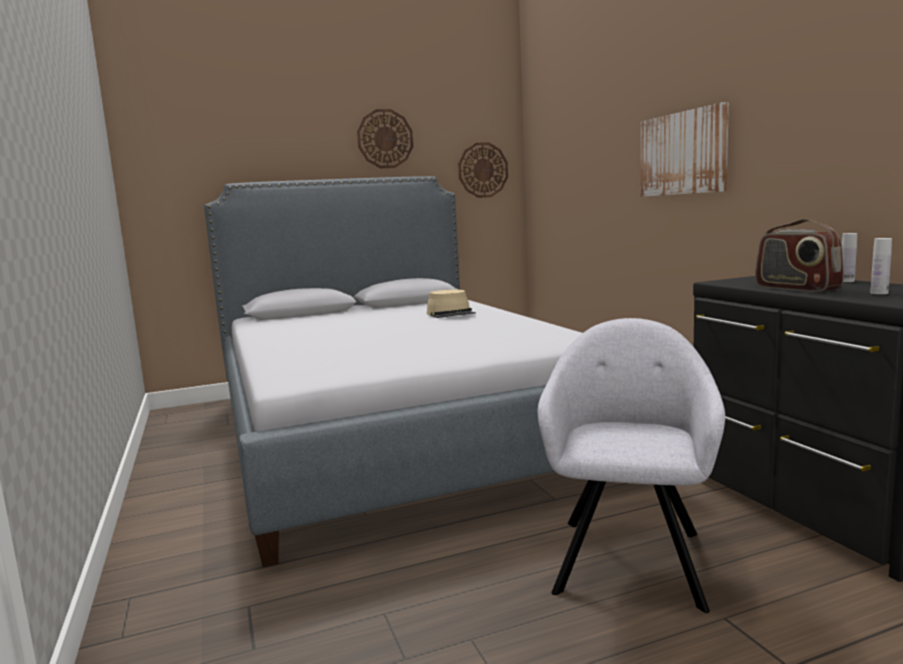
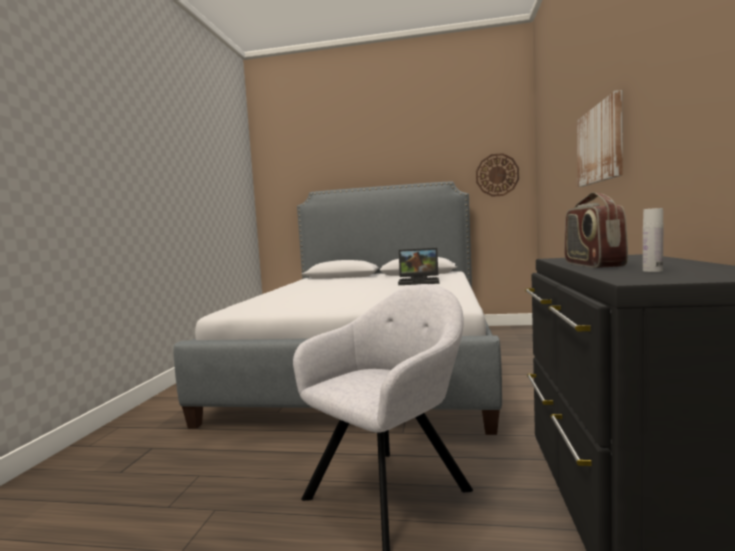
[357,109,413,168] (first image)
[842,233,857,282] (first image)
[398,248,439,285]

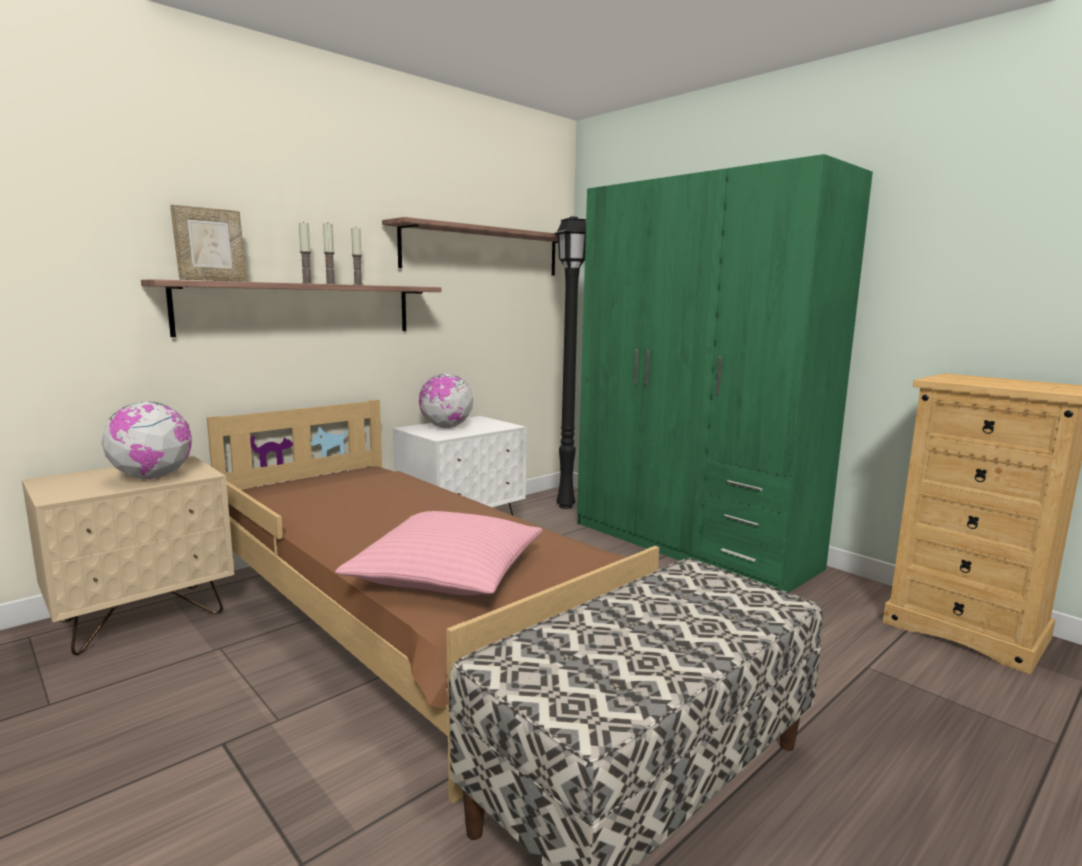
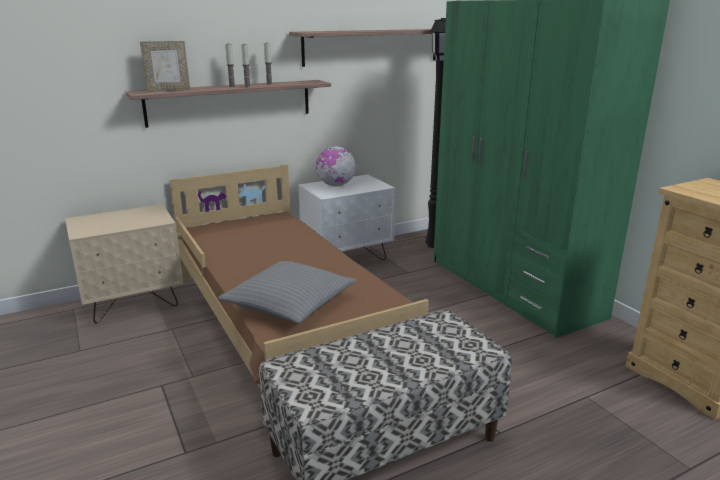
[102,402,192,479] (first image)
[218,261,356,323]

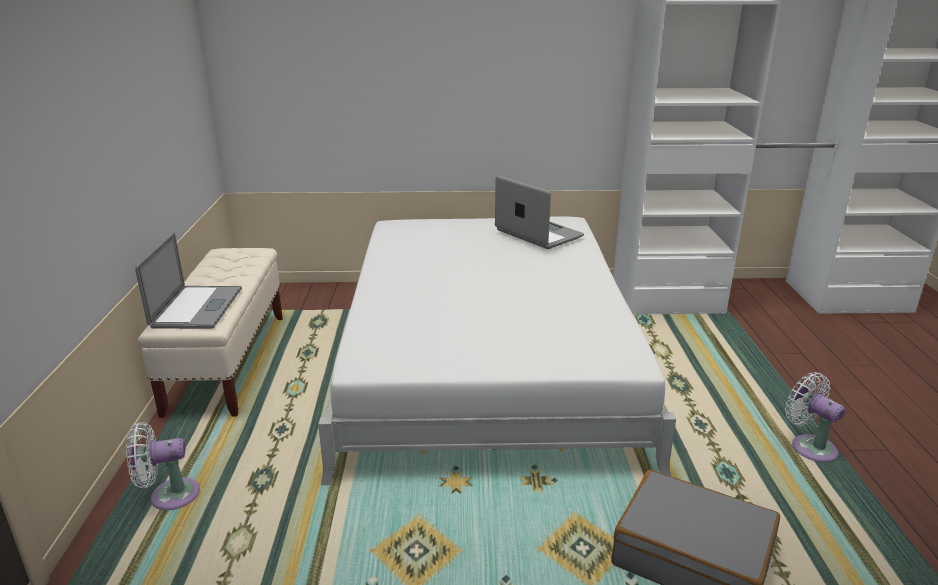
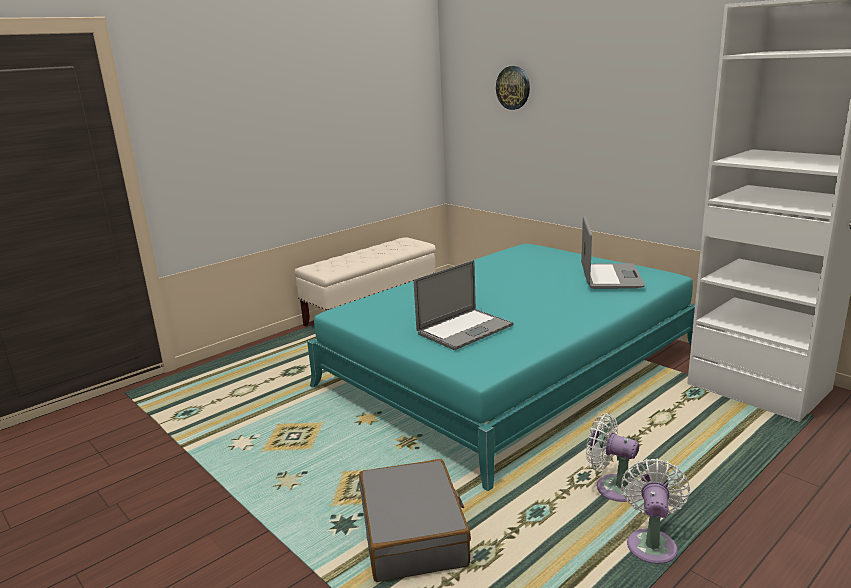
[496,66,530,110]
[586,413,639,502]
[414,260,514,350]
[307,244,695,491]

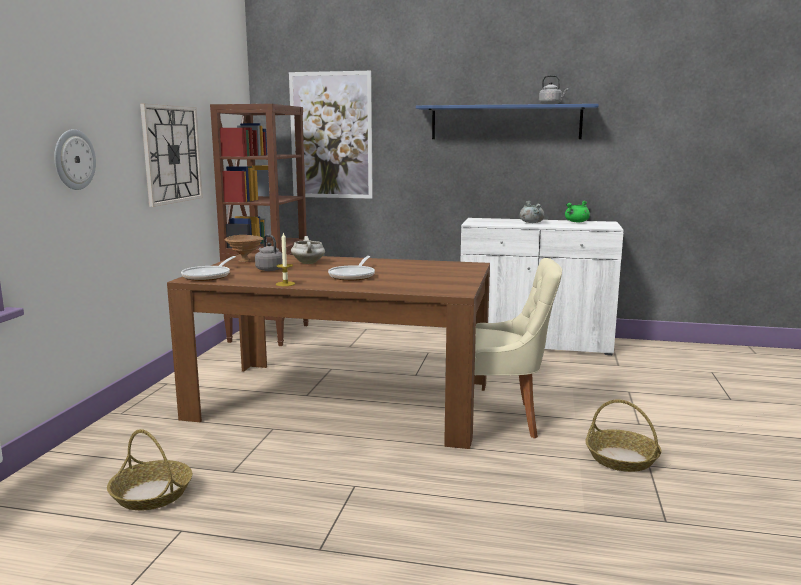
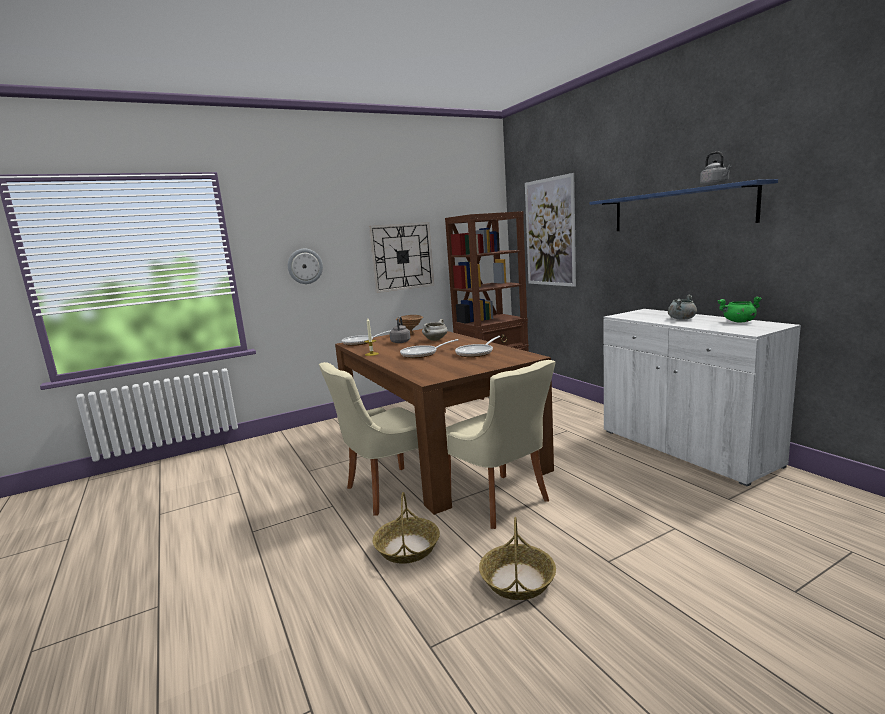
[319,362,418,516]
[455,336,501,357]
[373,492,440,564]

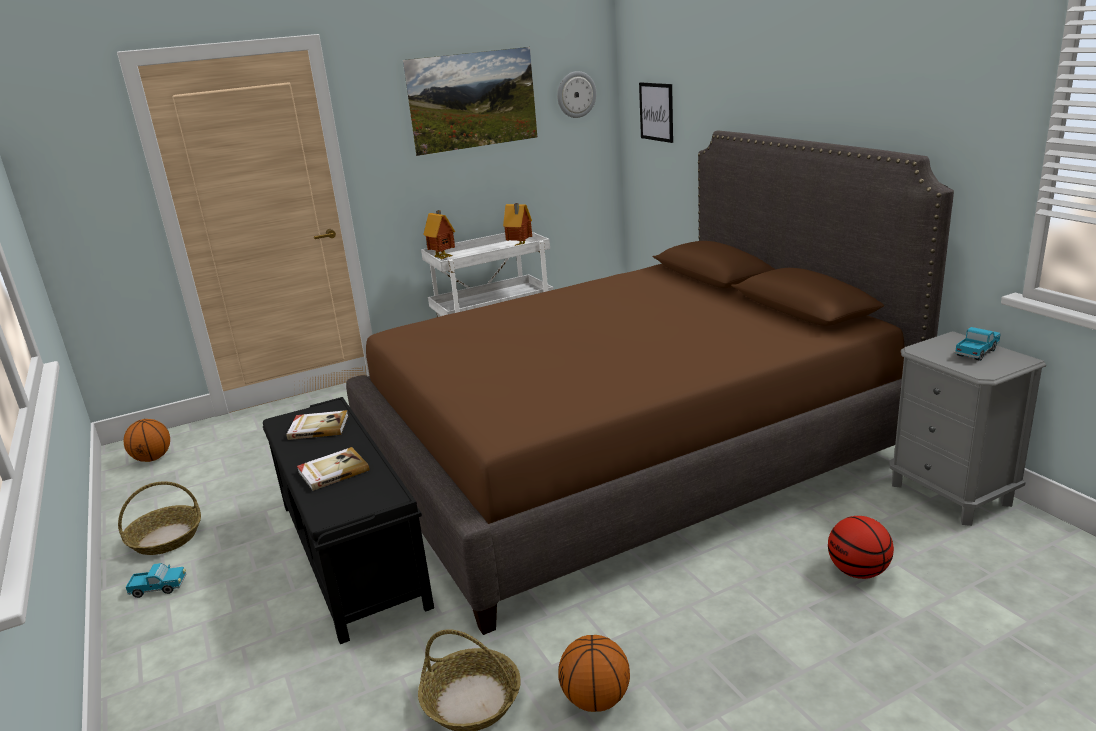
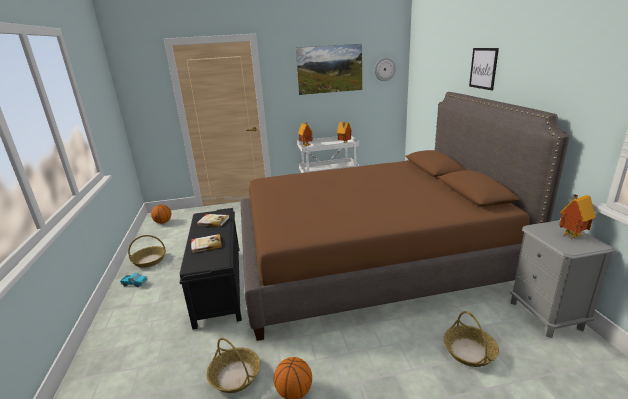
[469,48,499,90]
[443,311,499,367]
[559,194,596,240]

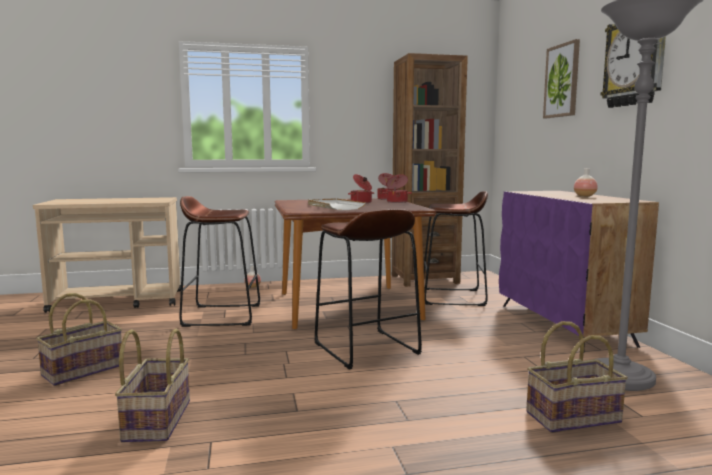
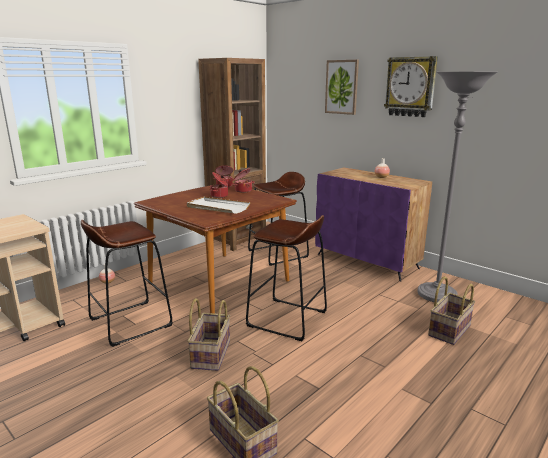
[187,298,230,371]

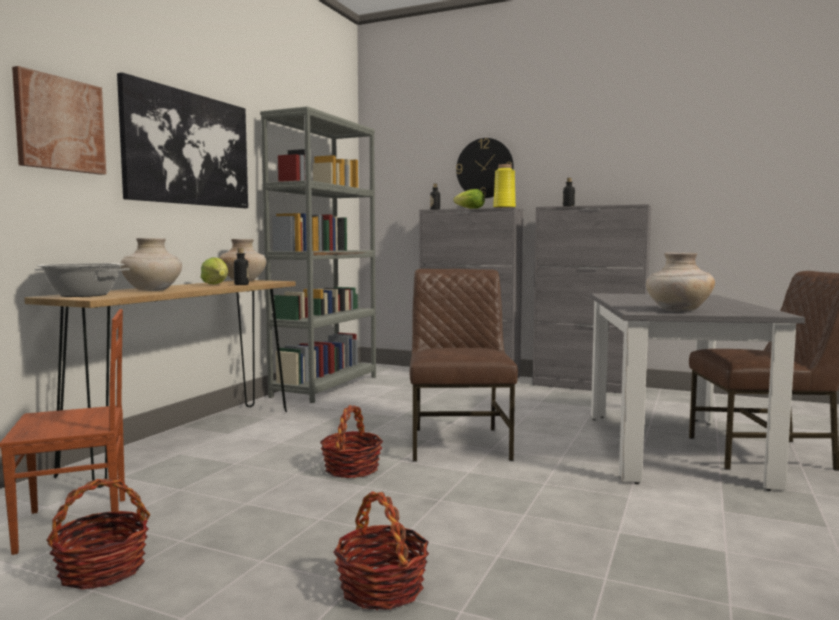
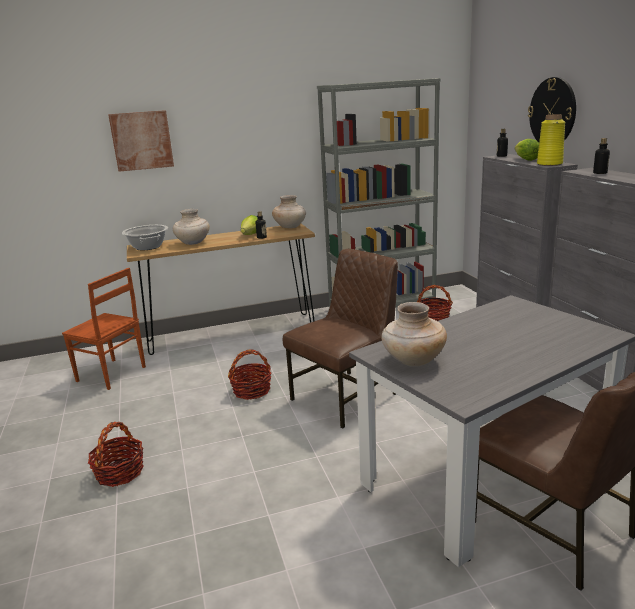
[117,72,248,208] (first image)
[417,285,453,321]

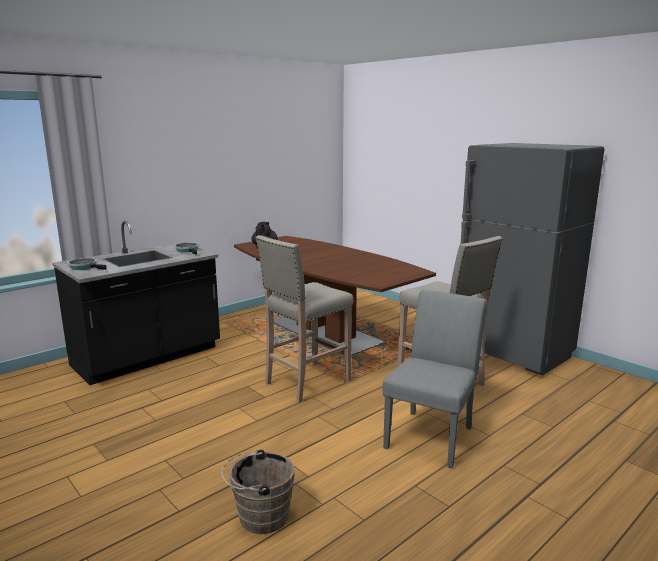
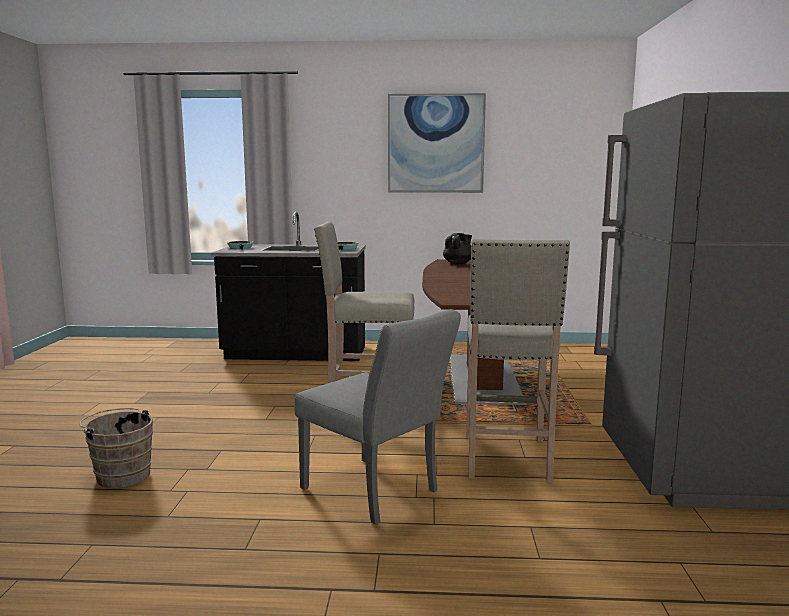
[388,93,486,193]
[294,309,461,524]

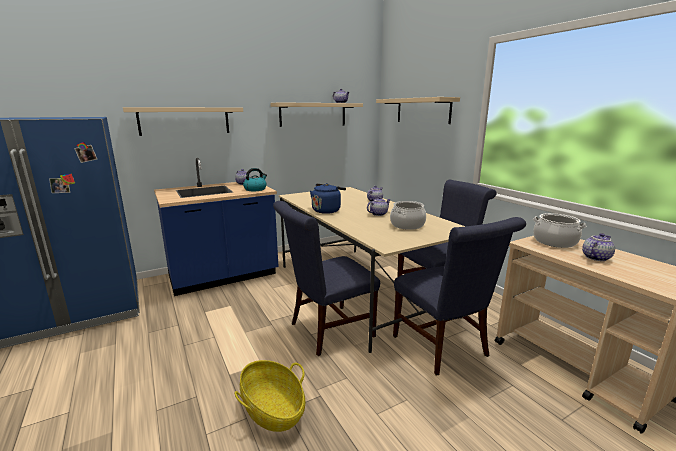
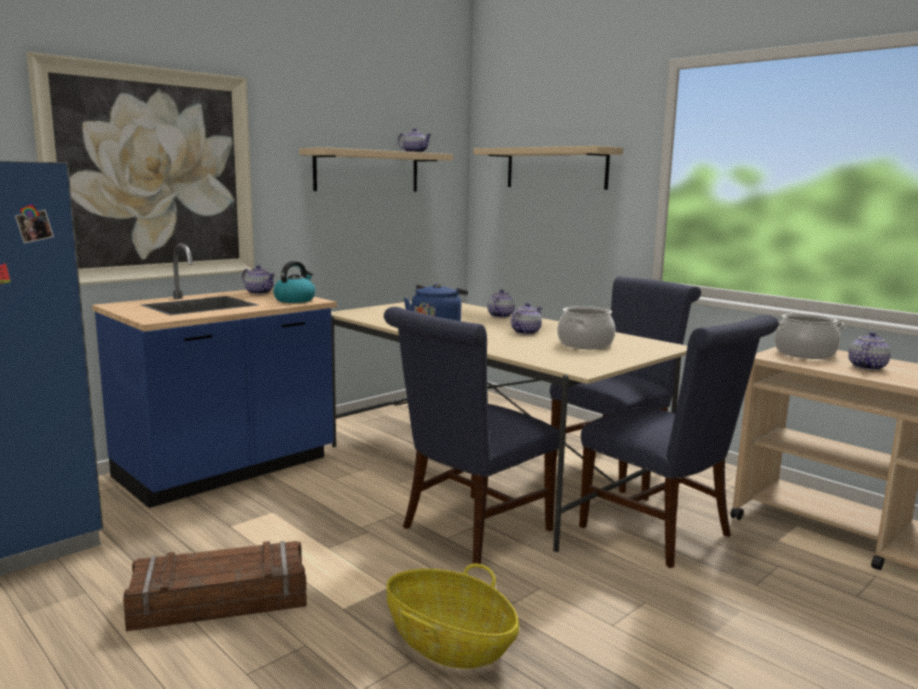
[123,541,307,631]
[26,52,255,285]

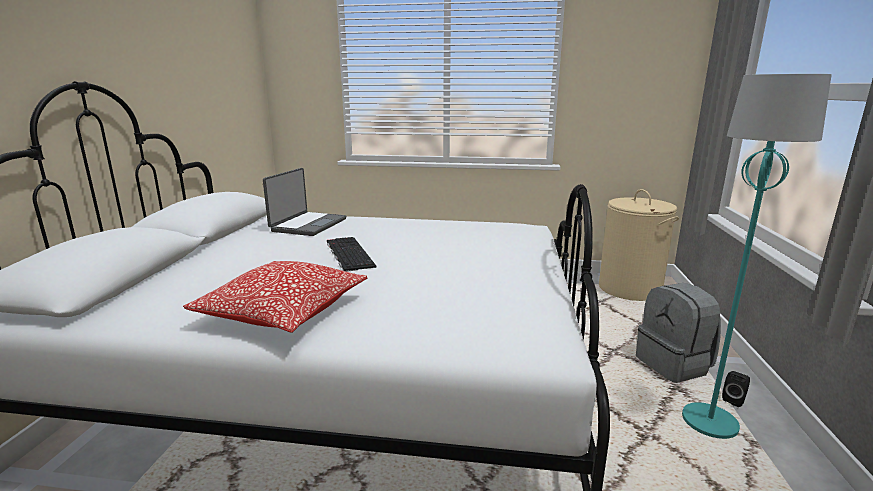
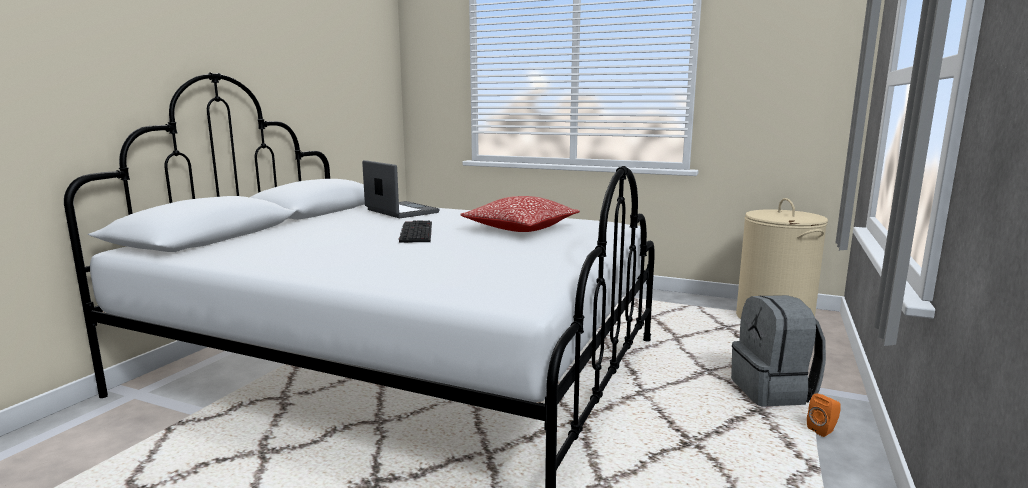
[682,74,832,439] (first image)
[460,196,580,232]
[807,394,841,437]
[362,160,439,218]

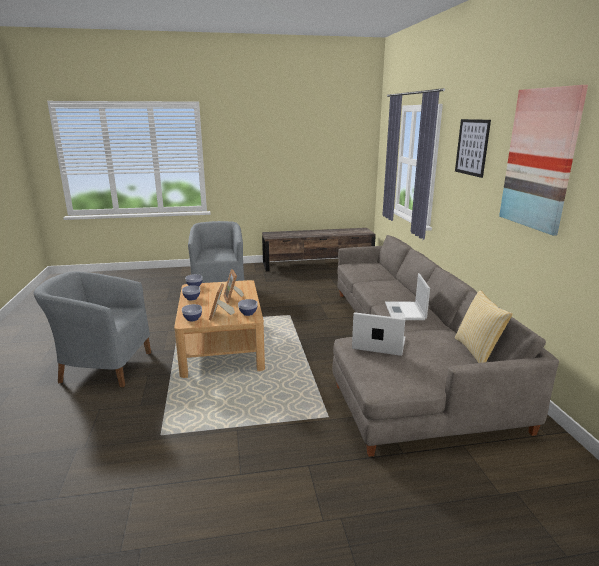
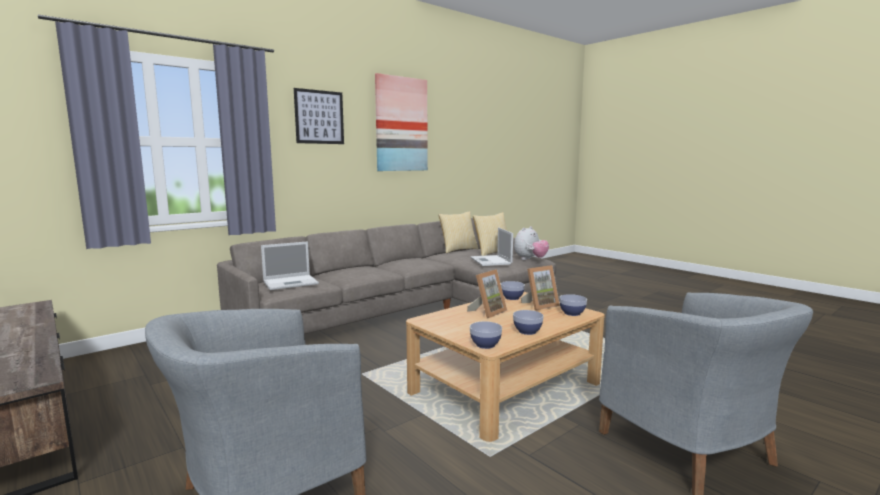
[473,212,507,256]
[514,226,549,260]
[261,241,319,290]

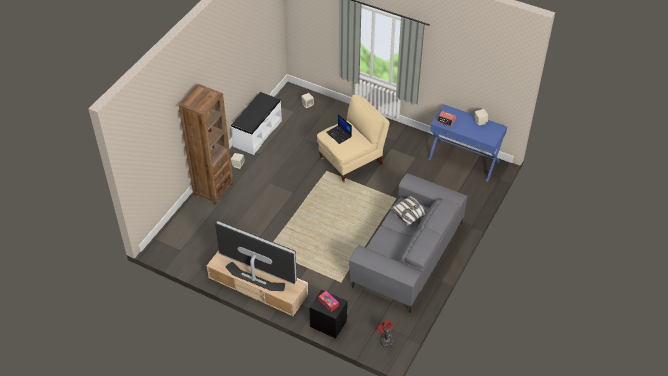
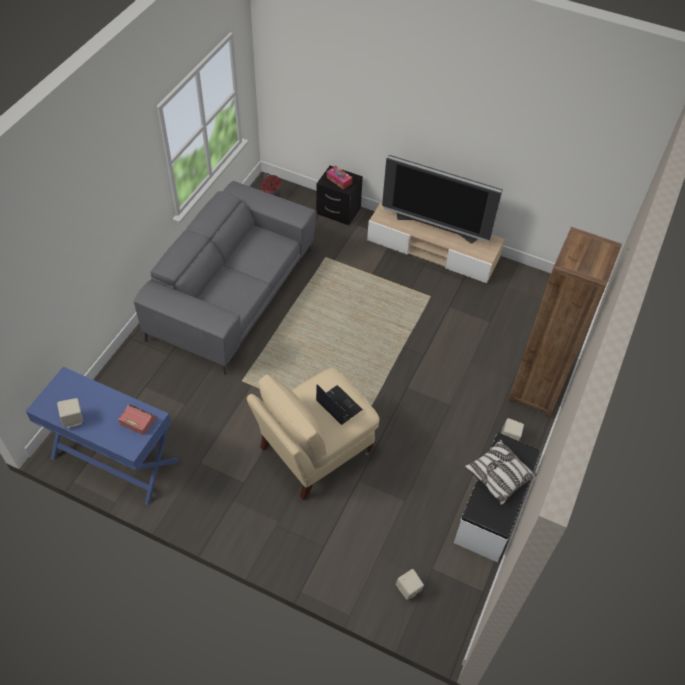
[464,439,538,506]

